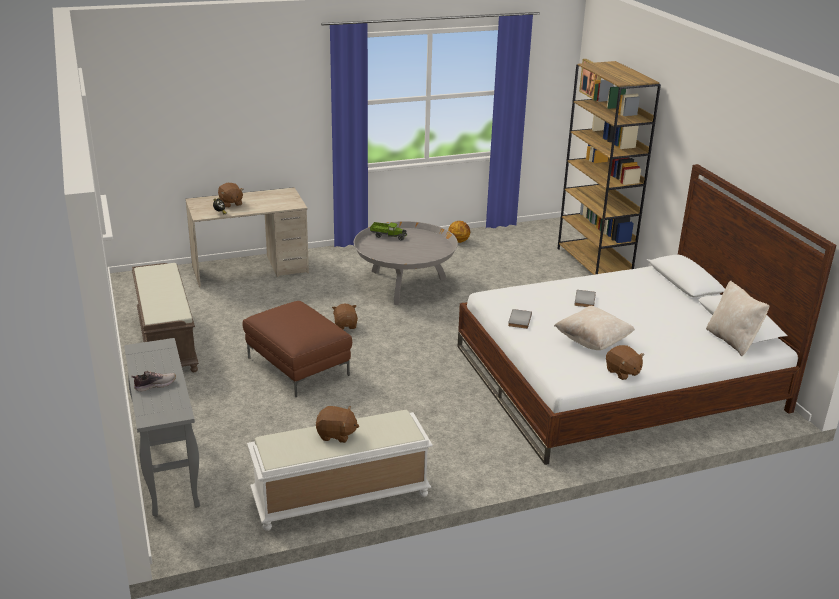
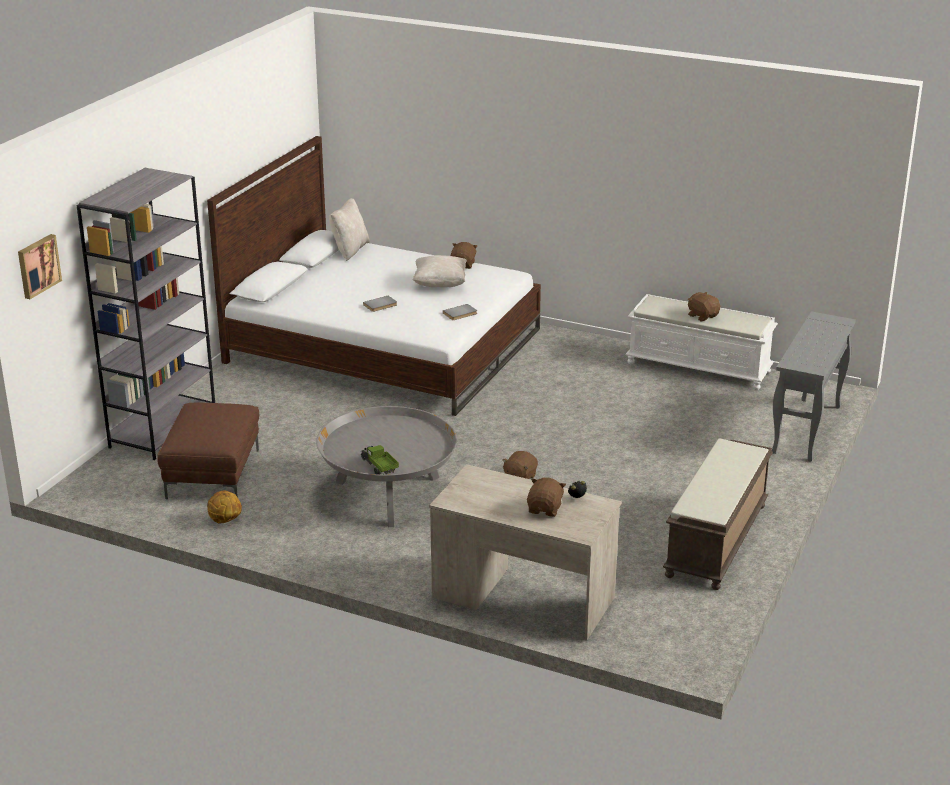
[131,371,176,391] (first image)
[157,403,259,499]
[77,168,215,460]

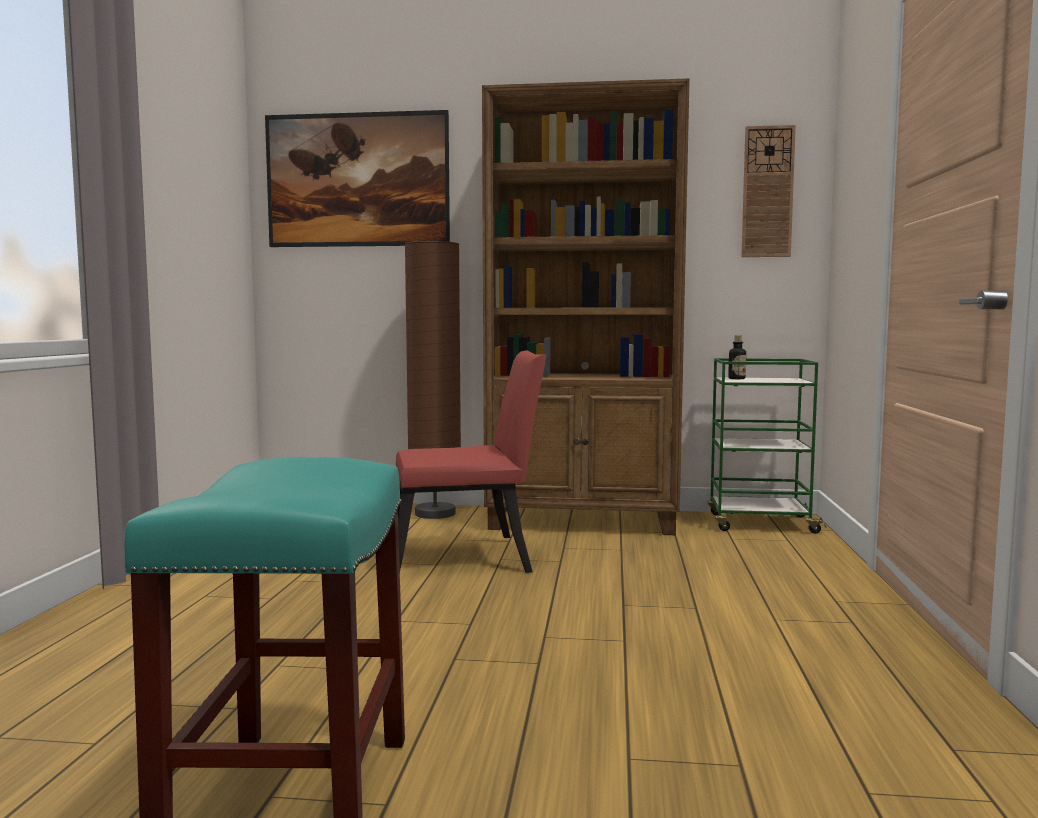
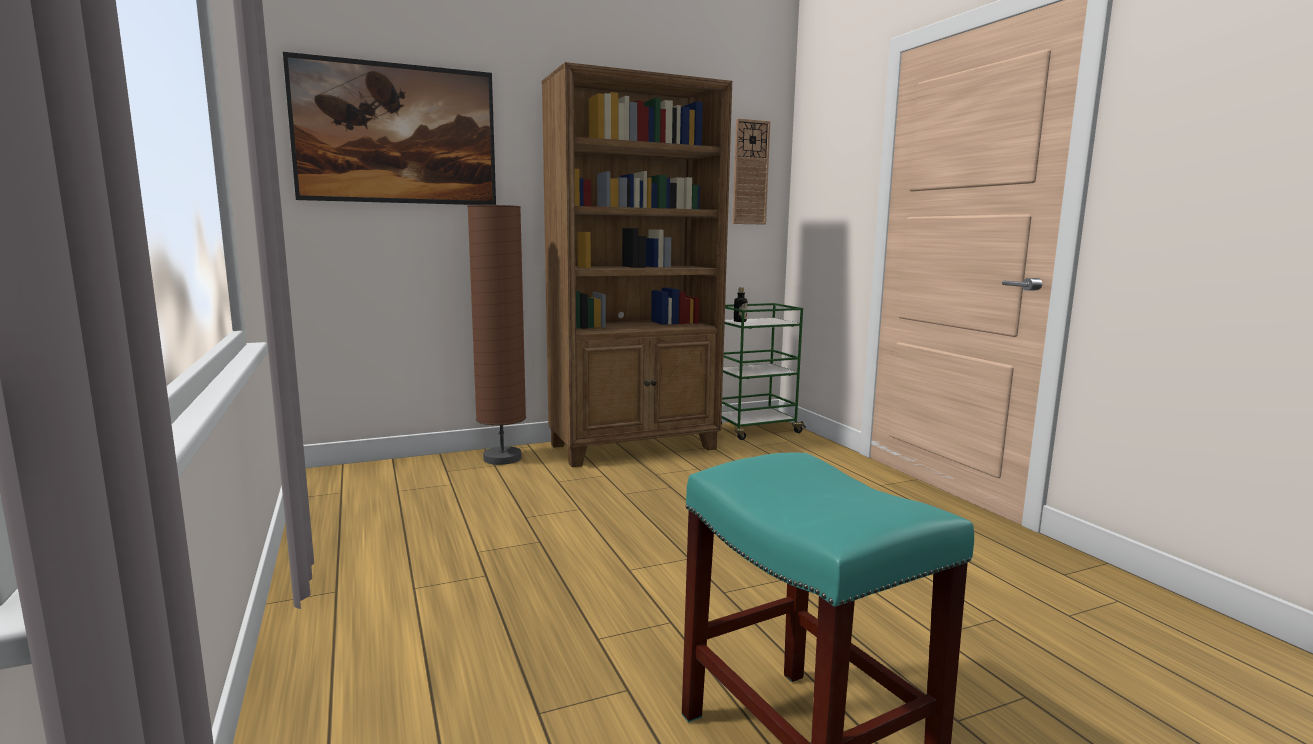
[396,350,547,573] (first image)

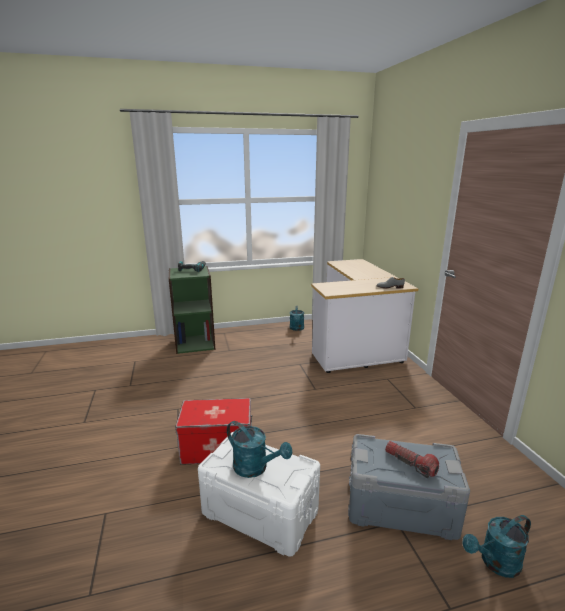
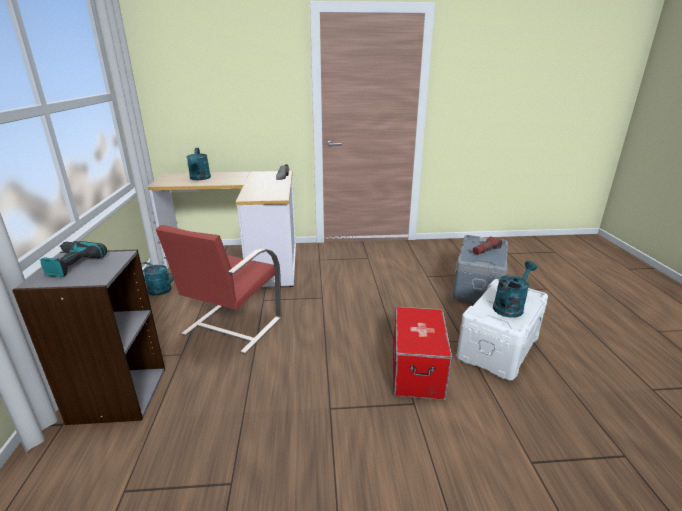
[156,225,281,354]
[187,148,211,180]
[12,249,165,425]

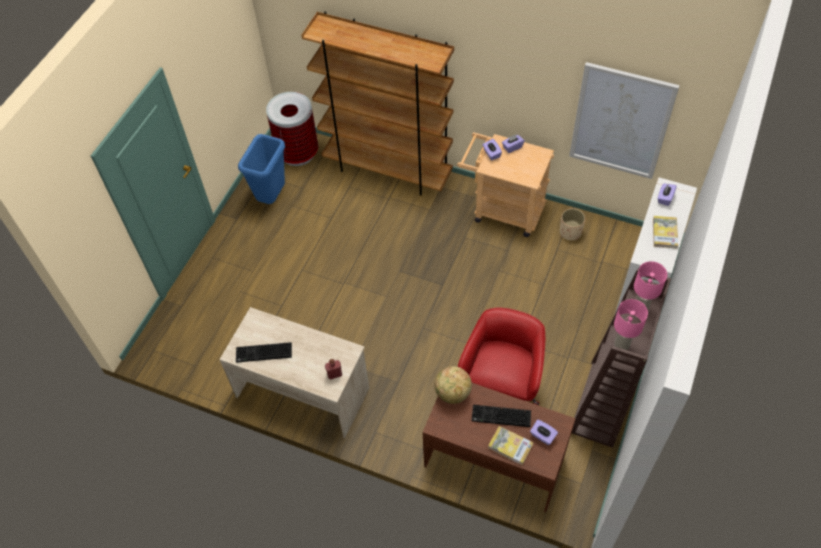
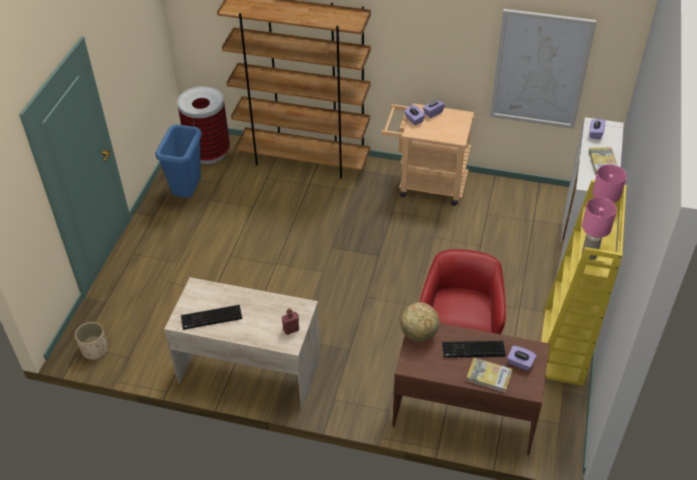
[75,322,108,360]
[541,180,627,386]

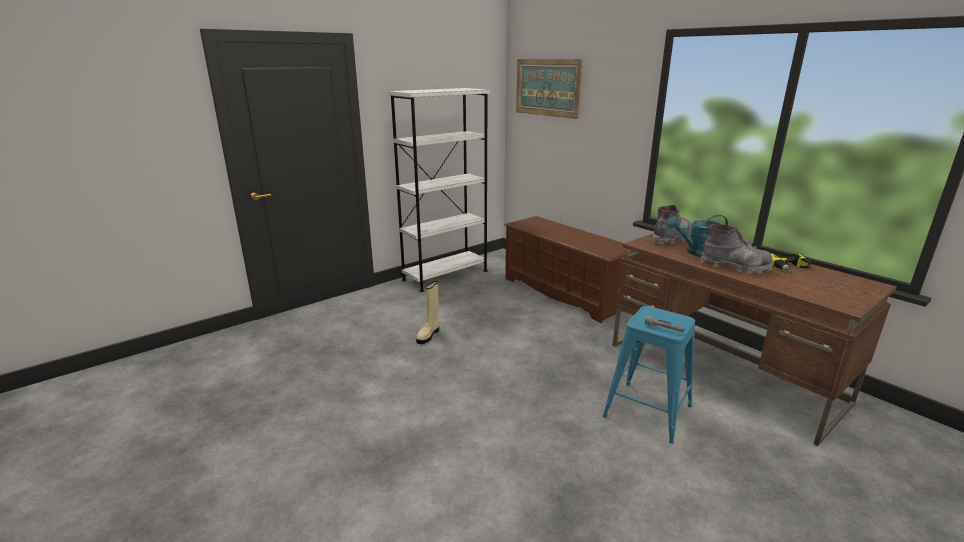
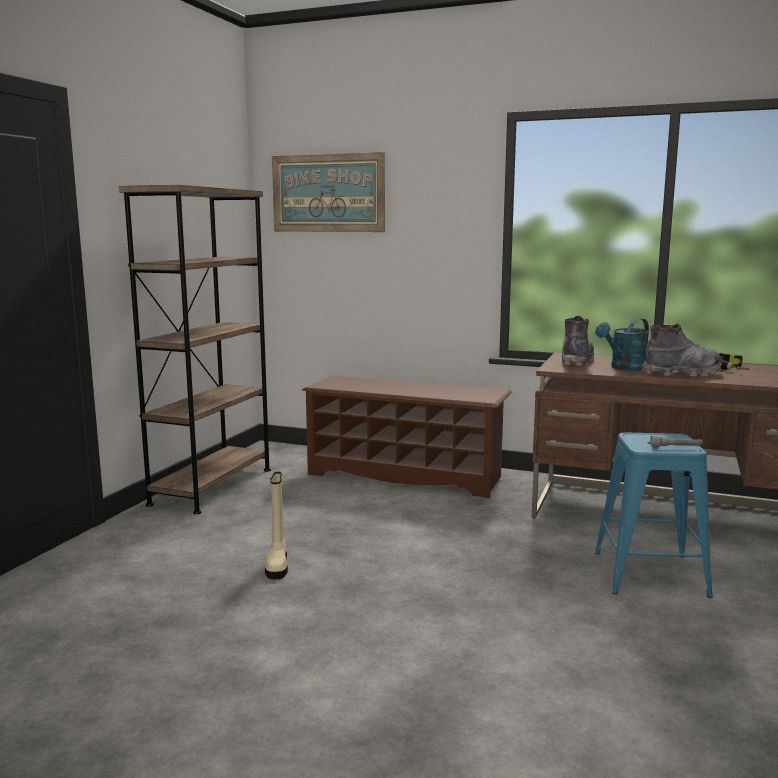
[119,185,271,514]

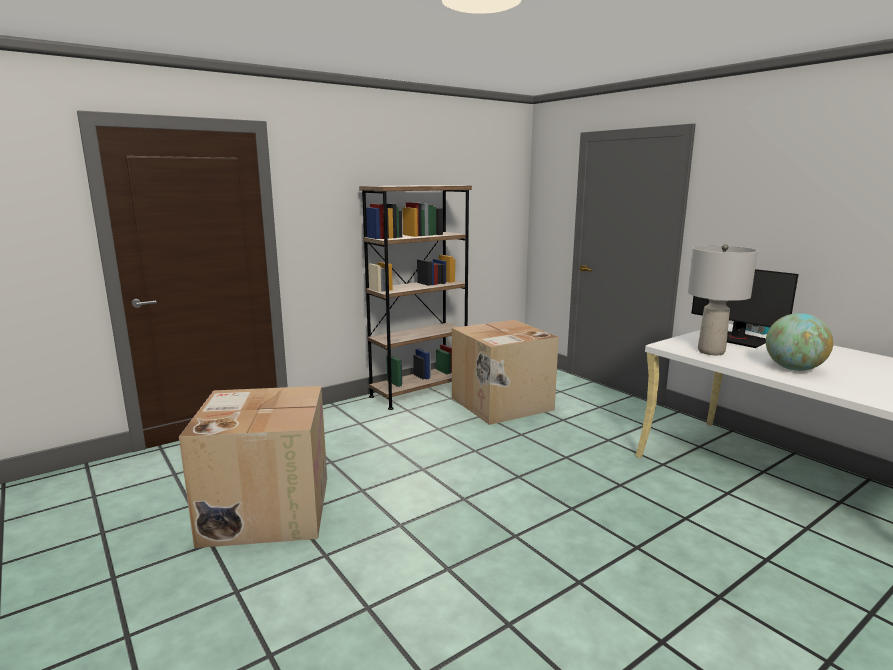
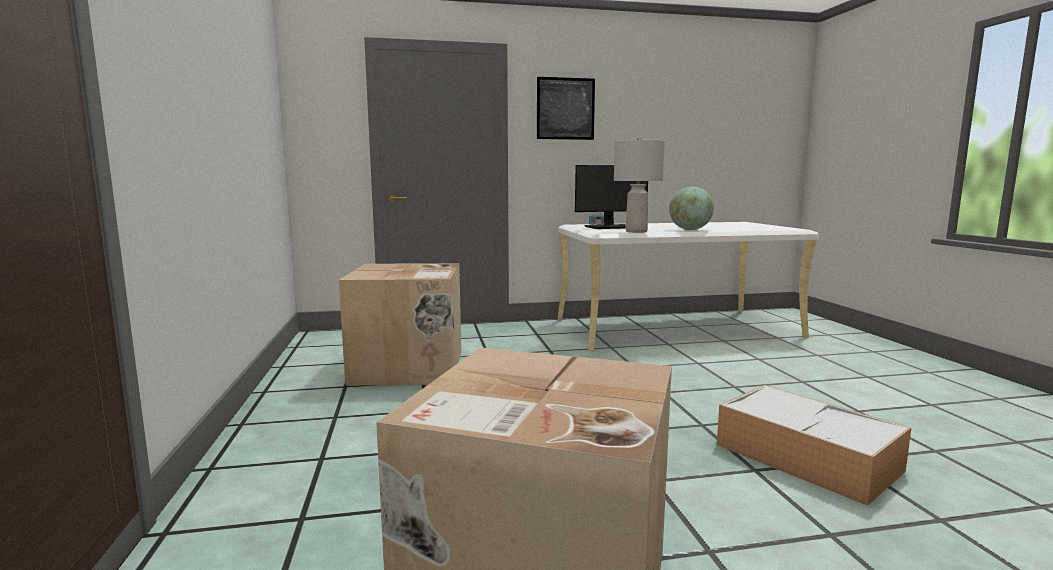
[359,185,472,410] (first image)
[537,77,595,140]
[717,385,911,506]

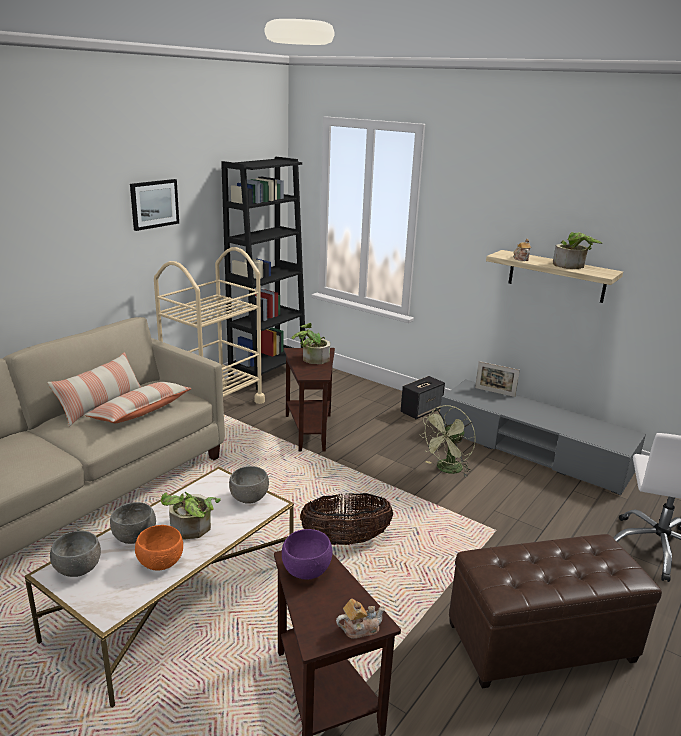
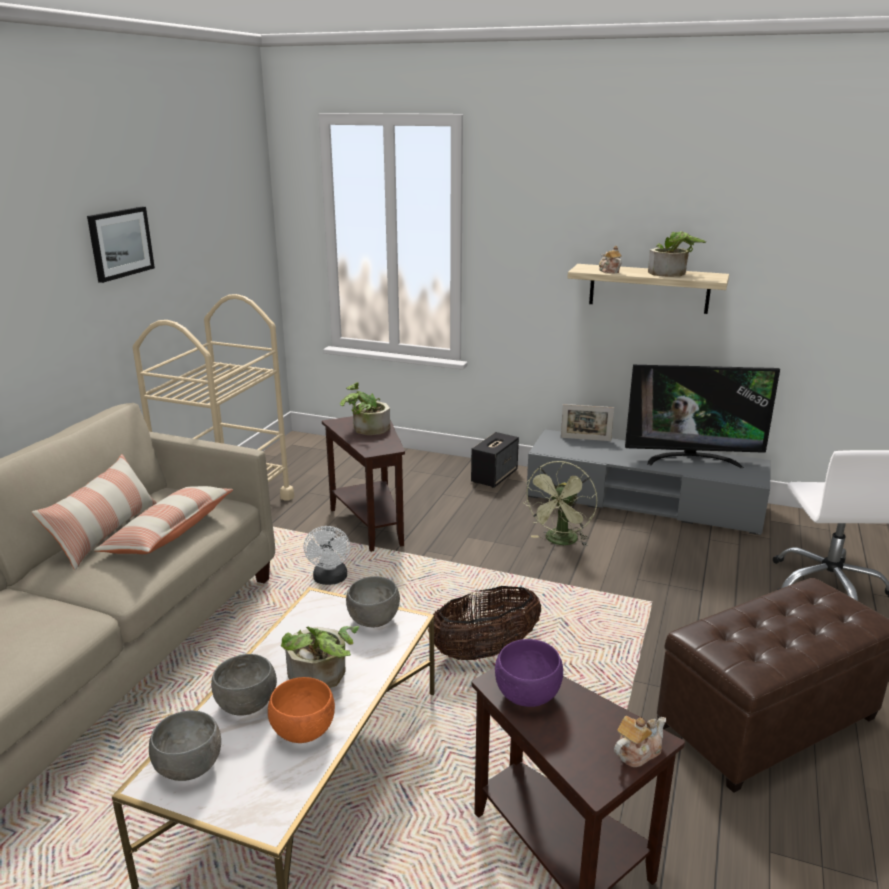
[221,157,306,390] (first image)
[303,526,351,585]
[625,365,780,468]

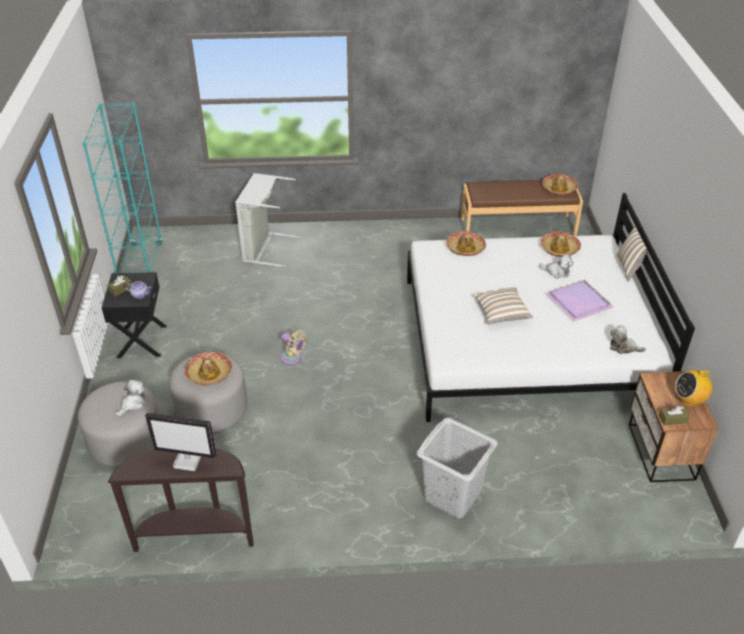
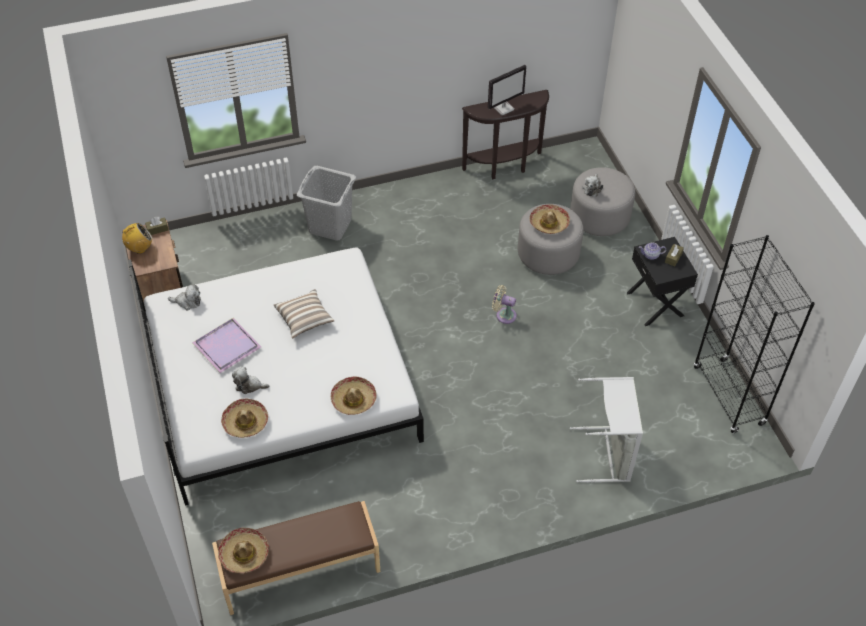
[617,226,649,282] (first image)
[694,235,815,433]
[488,65,527,115]

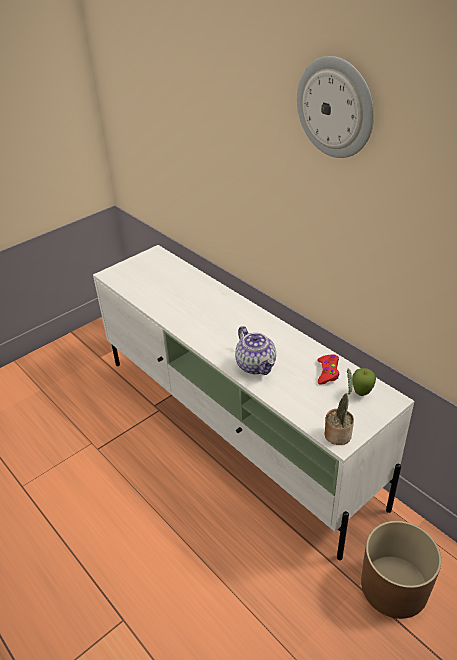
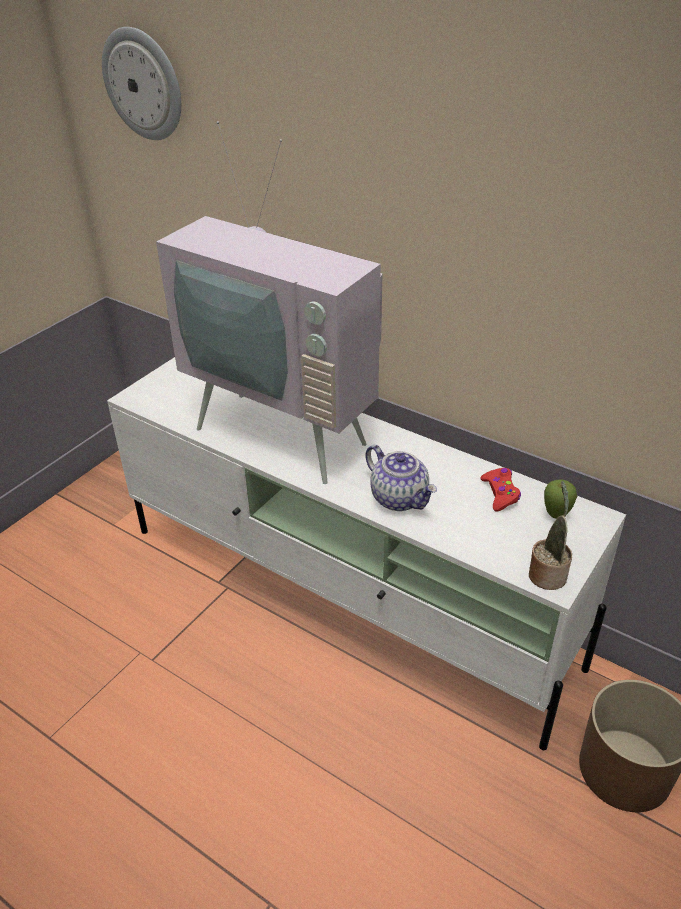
[156,121,382,484]
[102,27,181,140]

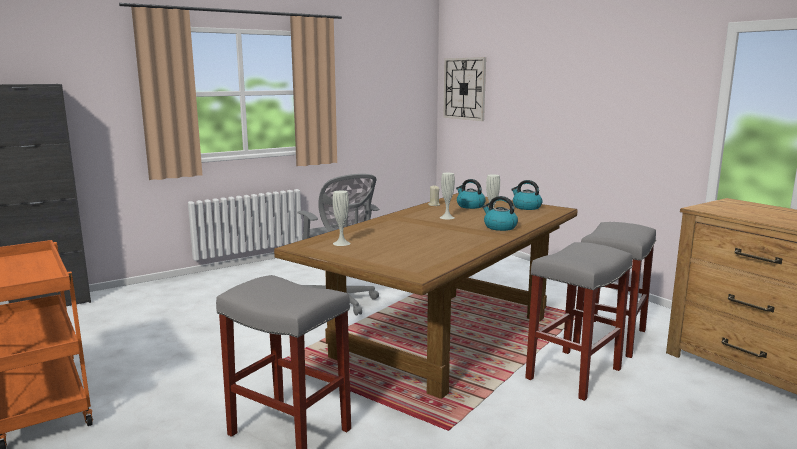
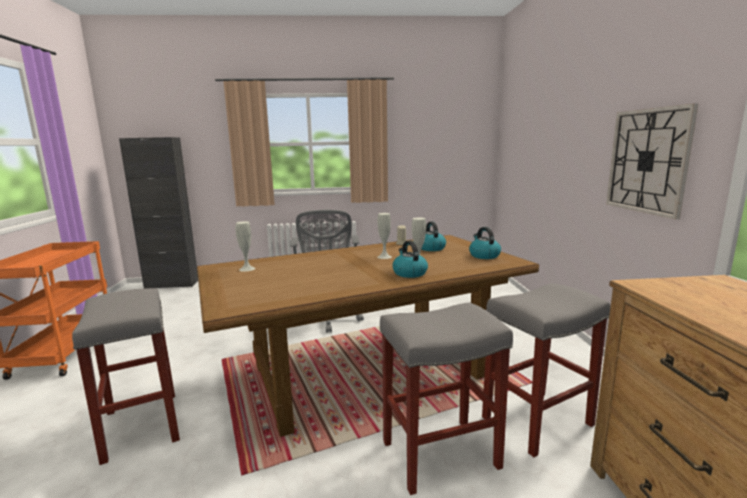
[606,103,699,219]

